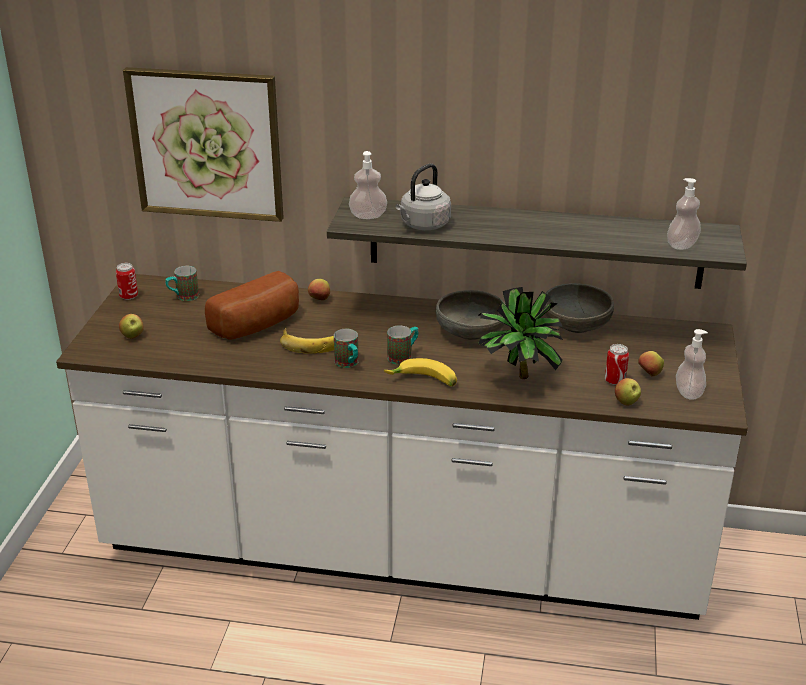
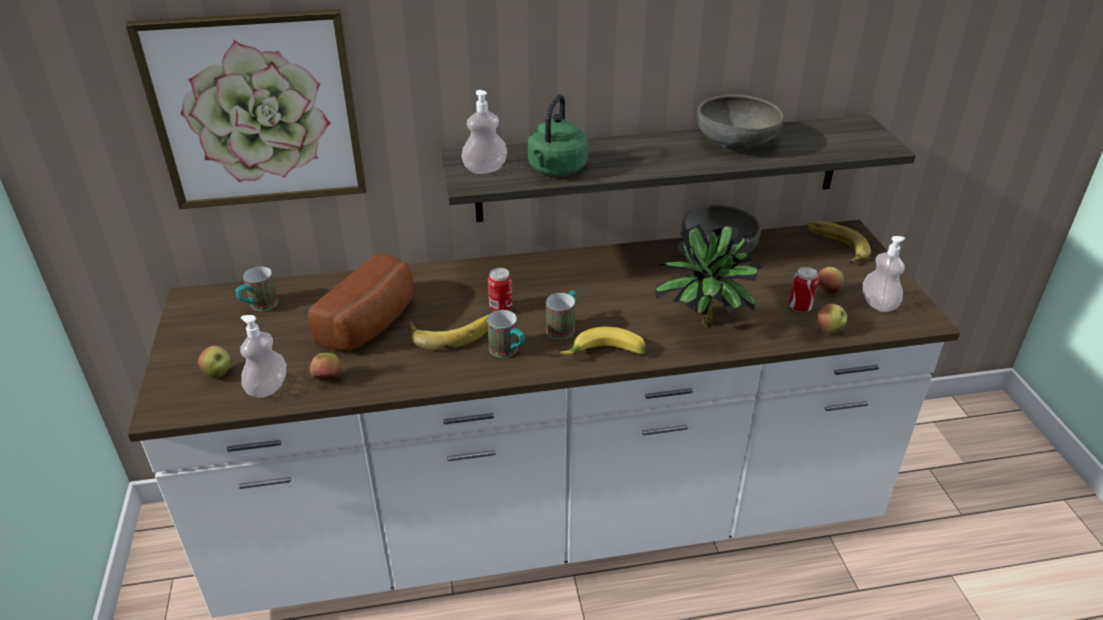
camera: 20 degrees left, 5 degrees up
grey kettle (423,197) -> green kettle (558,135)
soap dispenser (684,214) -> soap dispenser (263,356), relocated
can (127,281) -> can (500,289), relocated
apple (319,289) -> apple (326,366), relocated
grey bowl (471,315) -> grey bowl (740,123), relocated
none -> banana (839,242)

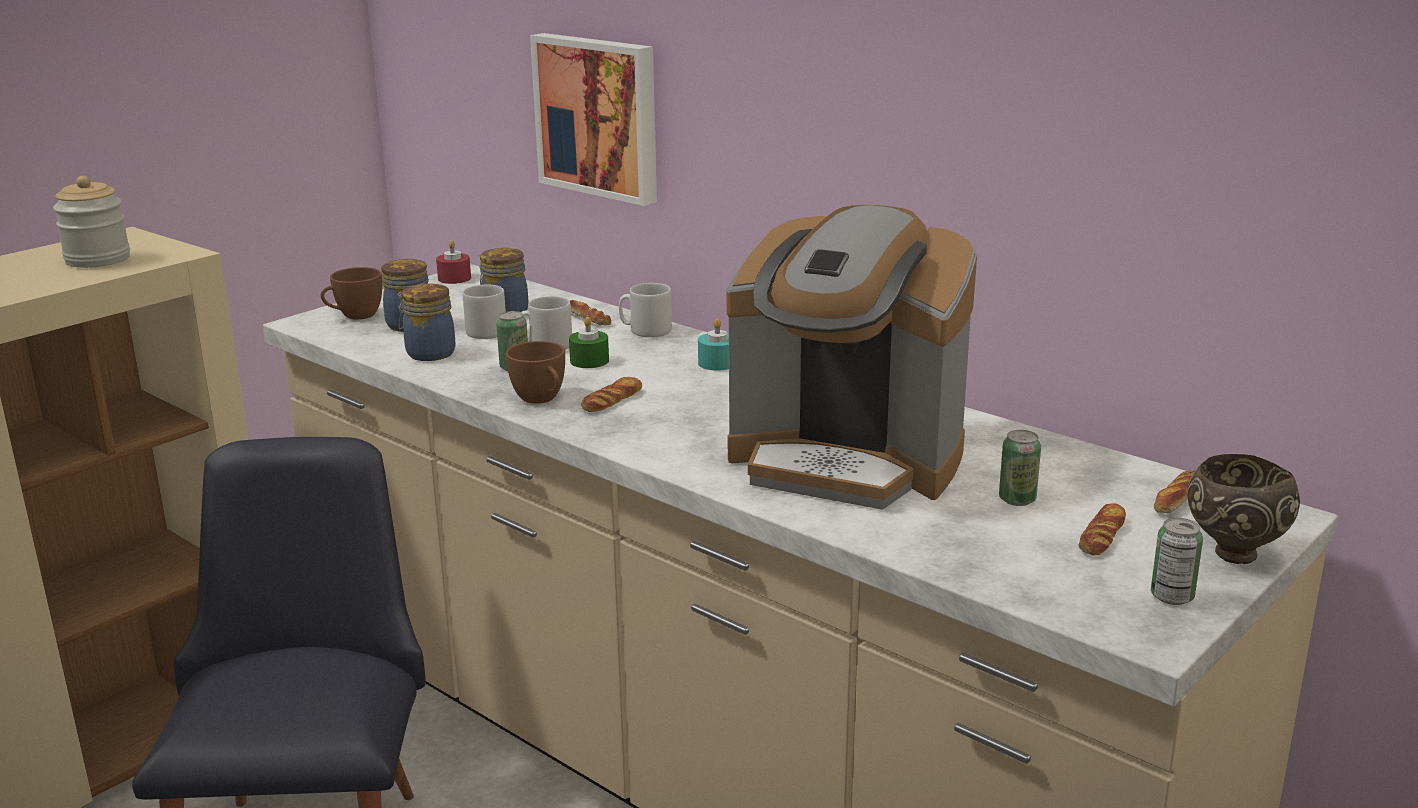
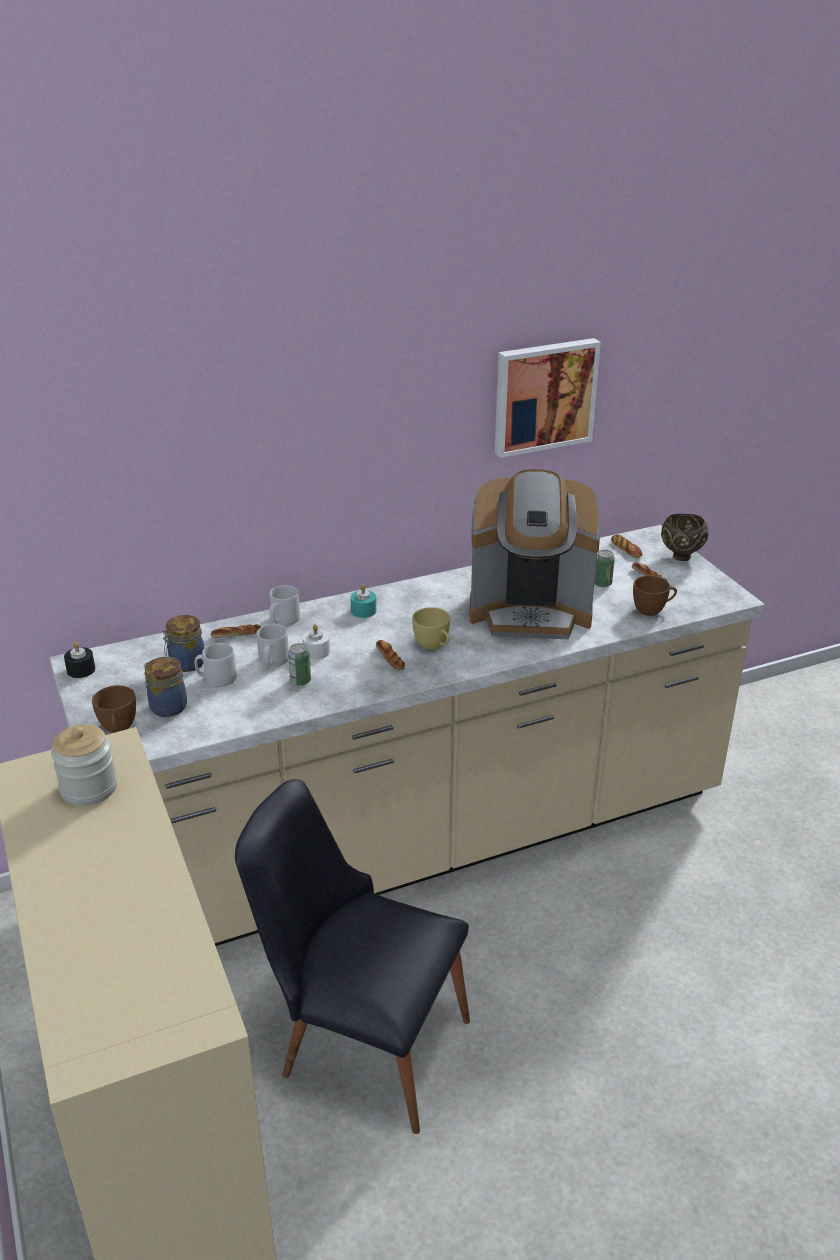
camera: 65 degrees left, 10 degrees up
picture (593,119) -> picture (548,398), relocated
coffee machine (851,357) -> coffee machine (535,554), 45 degrees clockwise
red candle (453,262) -> black candle (79,660)
jar (426,322) -> none
green candle (589,342) -> white candle (316,641)
brown cup (535,372) -> brown cup (655,596), relocated
can (1177,561) -> none
none -> yellow cup (431,628)

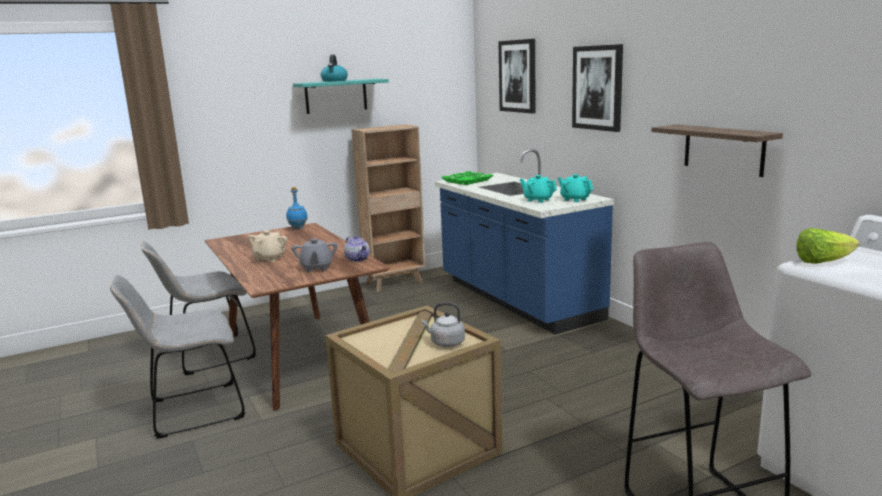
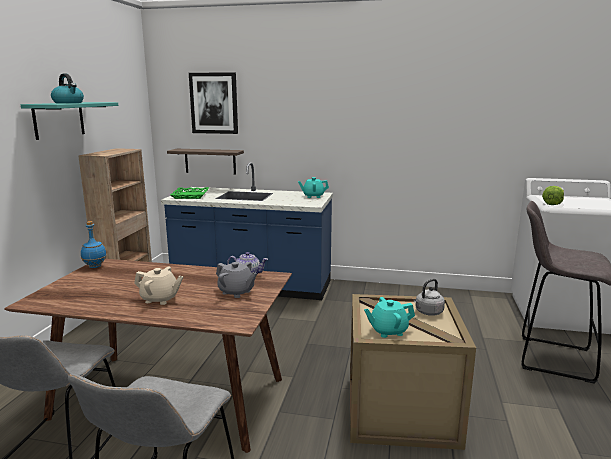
camera: 50 degrees left, 0 degrees up
picture (597,88) -> none
shelf (717,150) -> shelf (205,162), relocated
turquoise teapot (538,189) -> turquoise teapot (389,317), relocated
beige teapot (267,246) -> beige teapot (159,286), 135 degrees clockwise

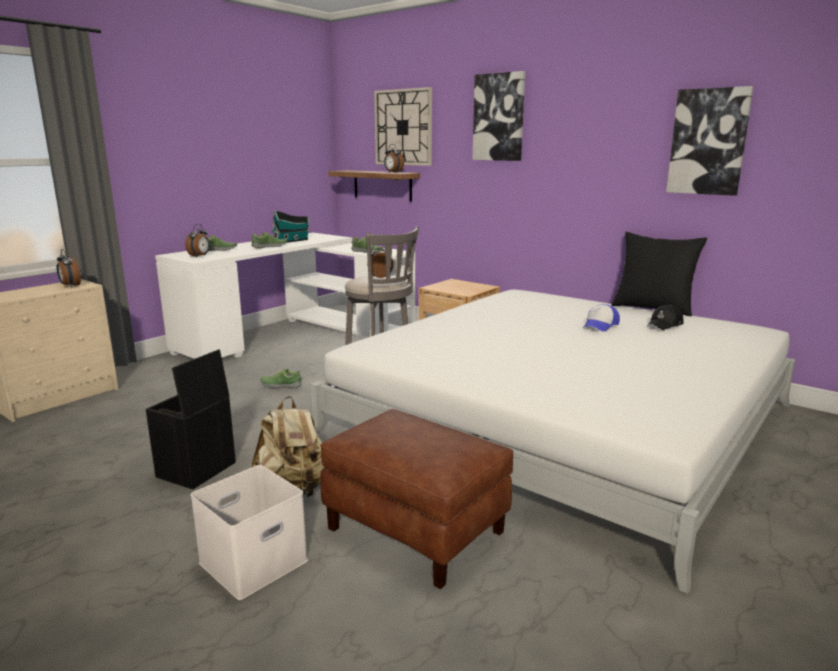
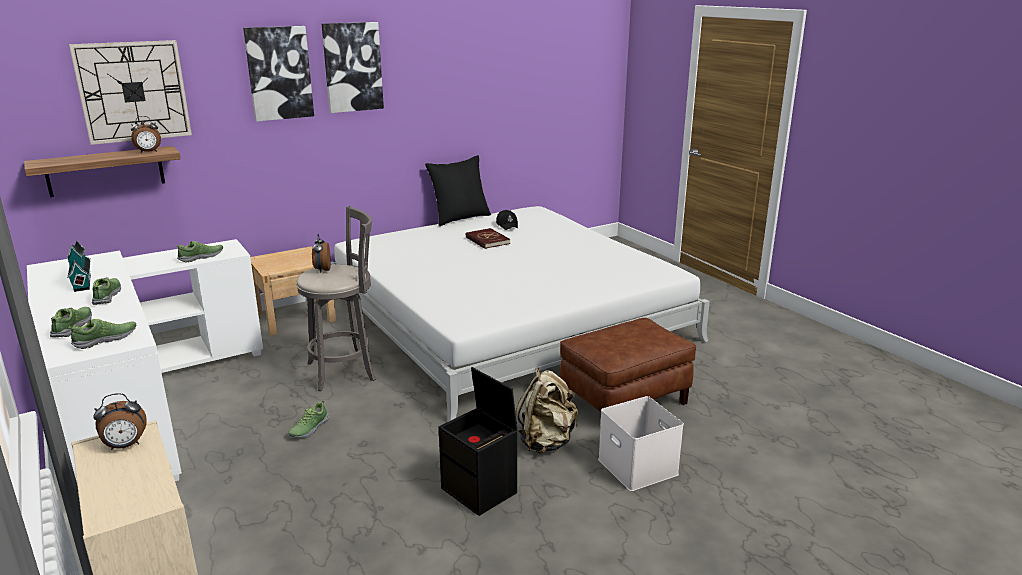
camera: 70 degrees left, 5 degrees up
picture (710,141) -> picture (353,67), relocated
alarm clock (197,241) -> shoe (102,334)
cap (601,318) -> red book (488,238)

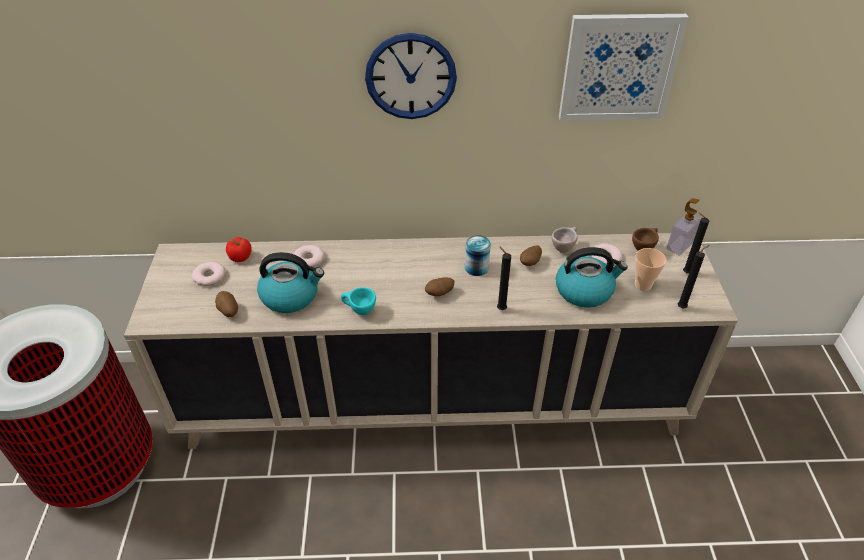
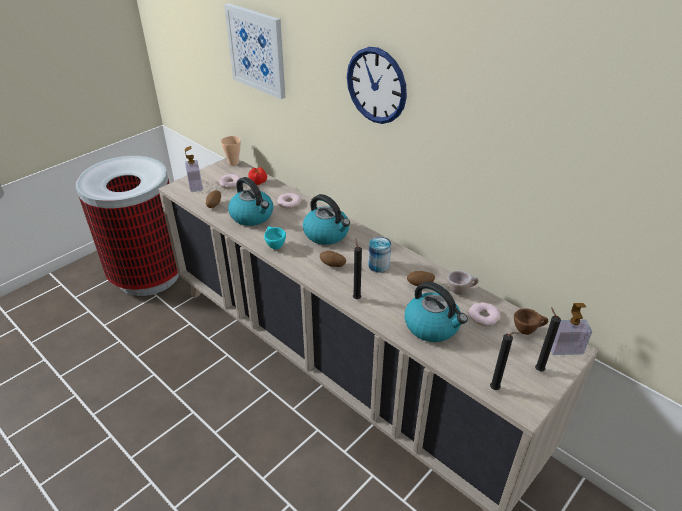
camera: 45 degrees right, 5 degrees down
picture (624,67) -> picture (255,51), relocated
cup (650,269) -> cup (231,151), relocated
none -> soap dispenser (194,169)
none -> kettle (326,219)

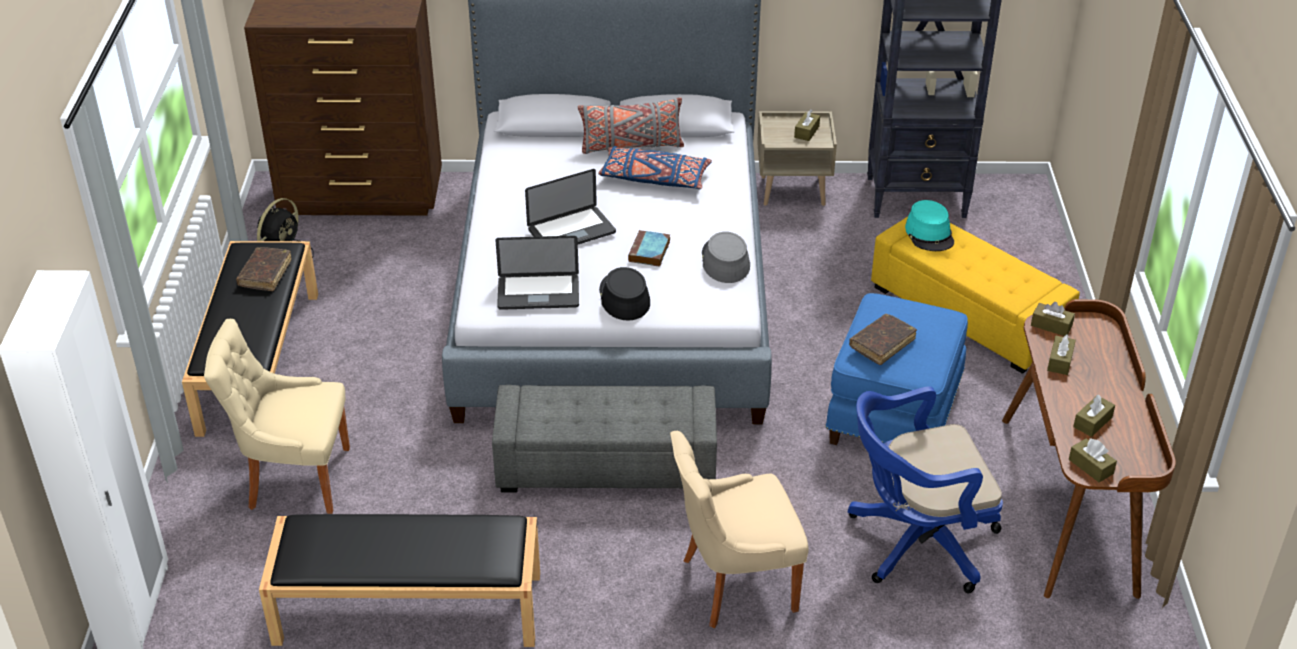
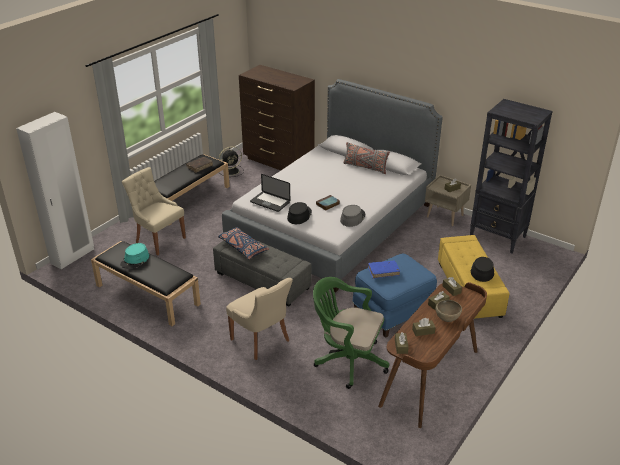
camera: 35 degrees right, 5 degrees down
blue pillow (655,167) -> blue pillow (243,243), relocated
laptop (570,206) -> none
turquoise hat (929,225) -> turquoise hat (134,256), relocated
brown book (883,339) -> blue book (384,269)
blue office chair (925,489) -> green office chair (351,333)
beige chair (739,529) -> beige chair (259,319), 150 degrees counterclockwise
none -> black hat (482,269)
none -> brown bowl (449,311)

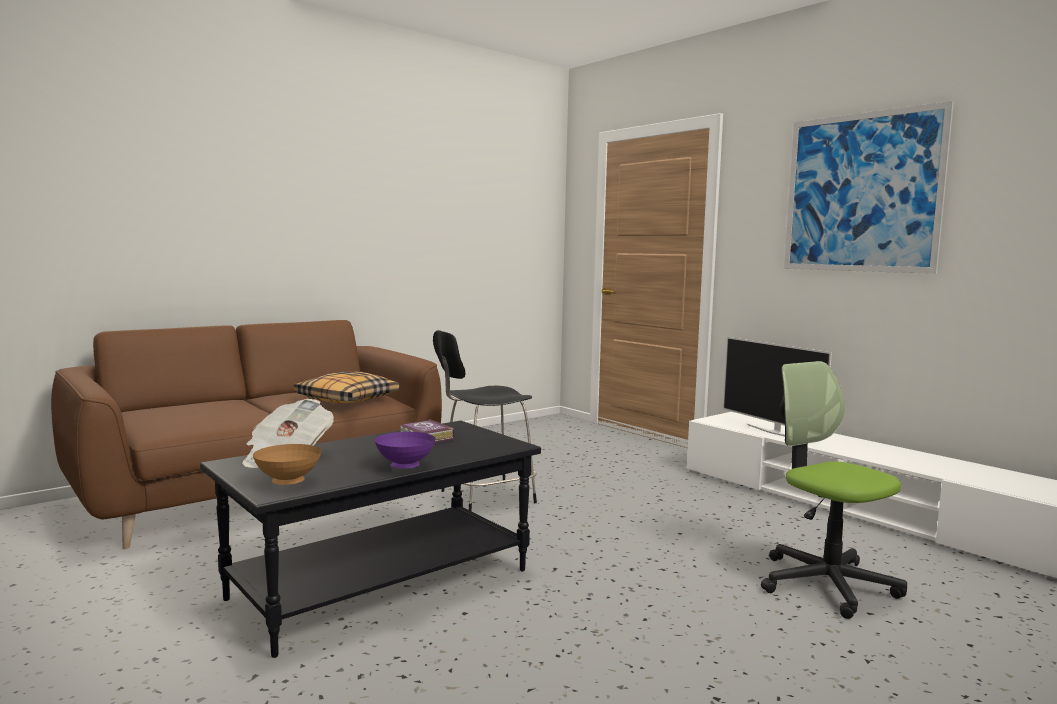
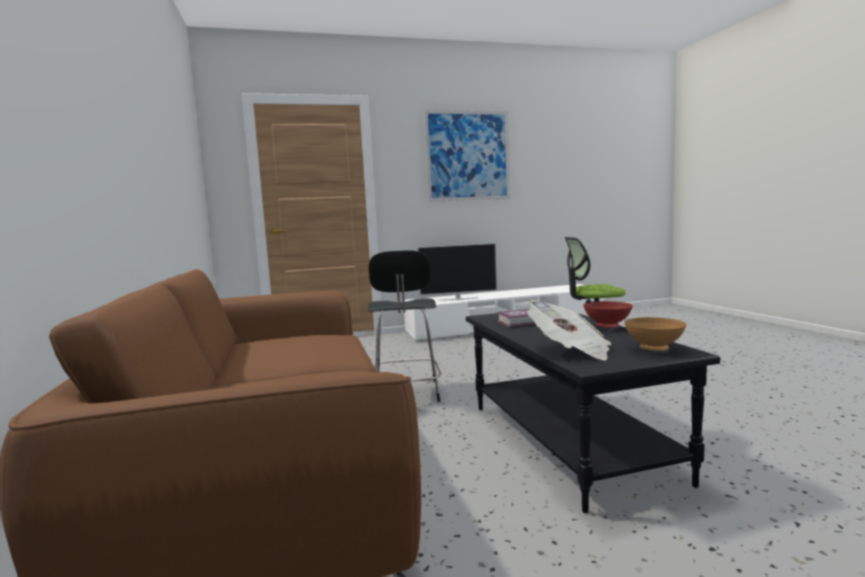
camera: 65 degrees left, 0 degrees up
pillow (346,388) -> none
purple bowl (404,450) -> red bowl (608,314)

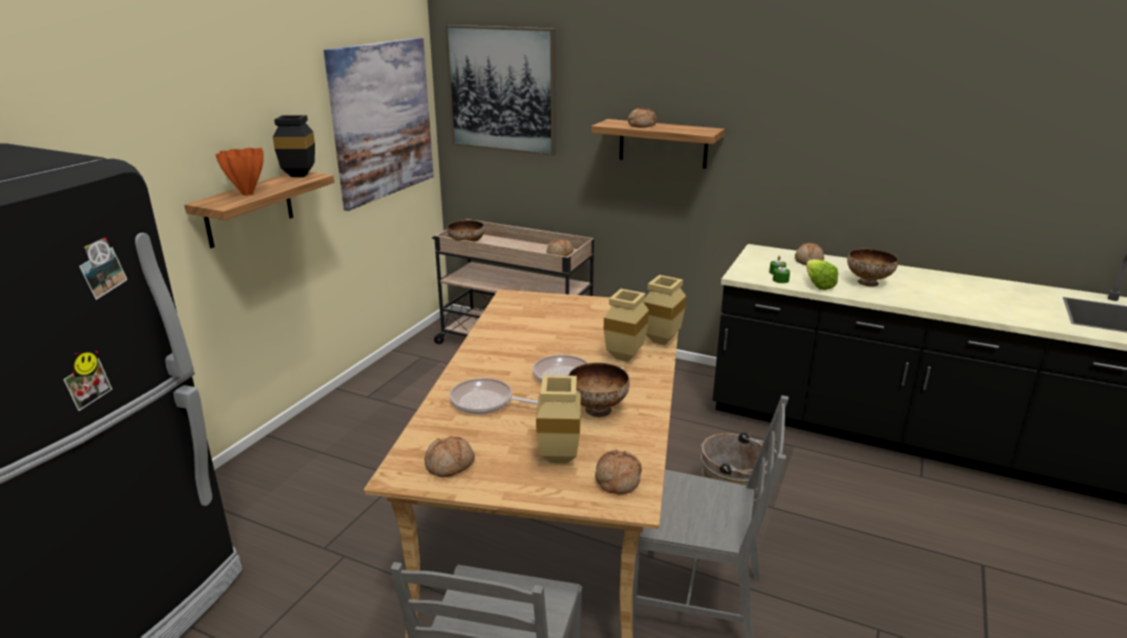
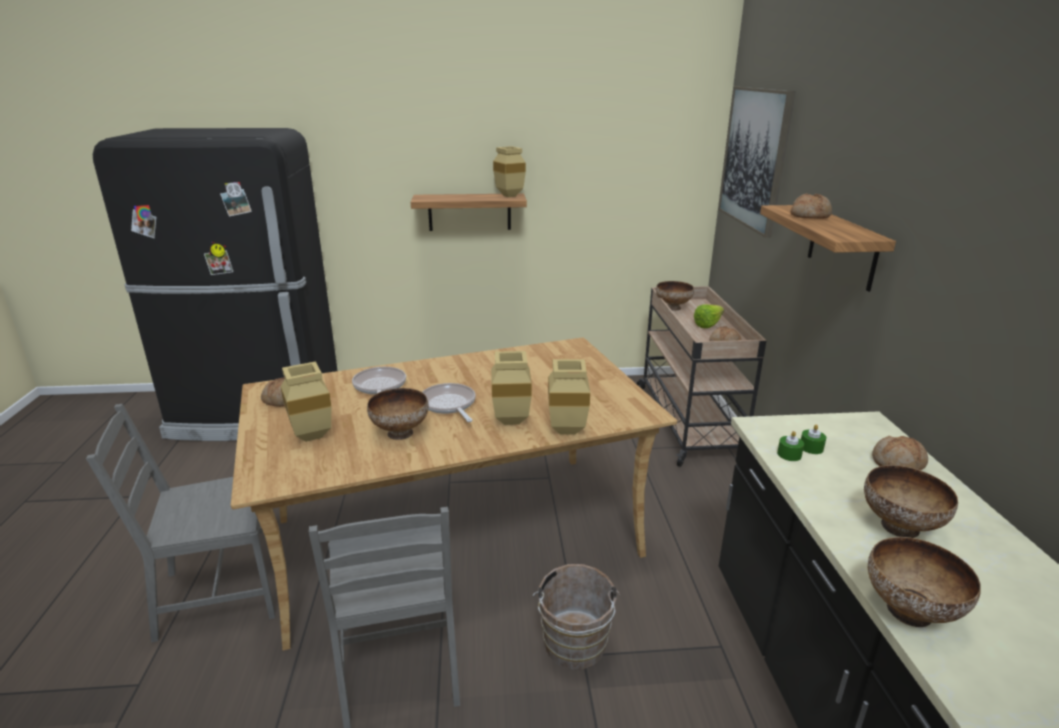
camera: 60 degrees right, 0 degrees up
picture (379,124) -> none
black vase (294,146) -> beige vase (509,171)
orange vase (239,172) -> none
lettuce (822,274) -> lettuce (709,316), relocated
bread (618,472) -> none
none -> bowl (924,582)

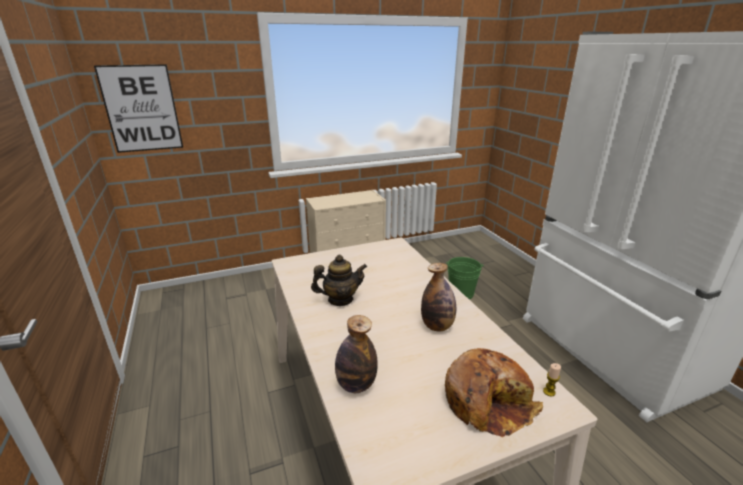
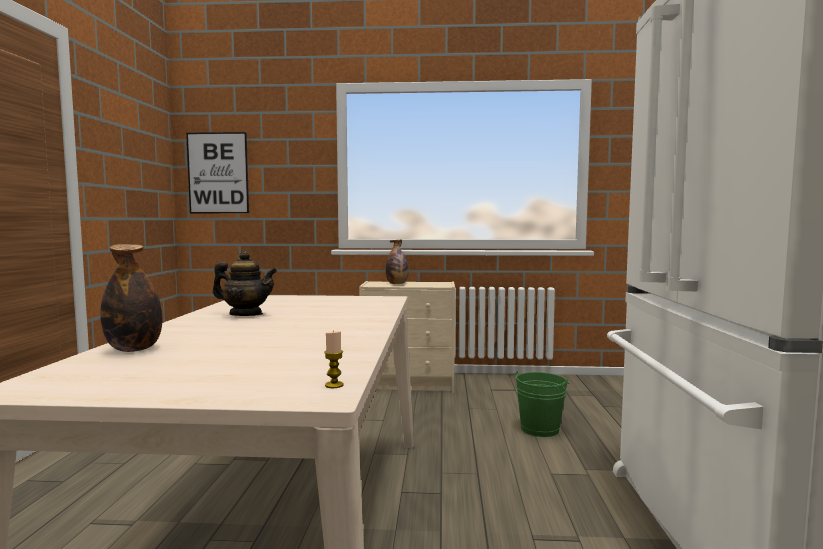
camera: 25 degrees right, 20 degrees down
bottle (438,297) -> bottle (397,262), relocated
bread (494,392) -> none

